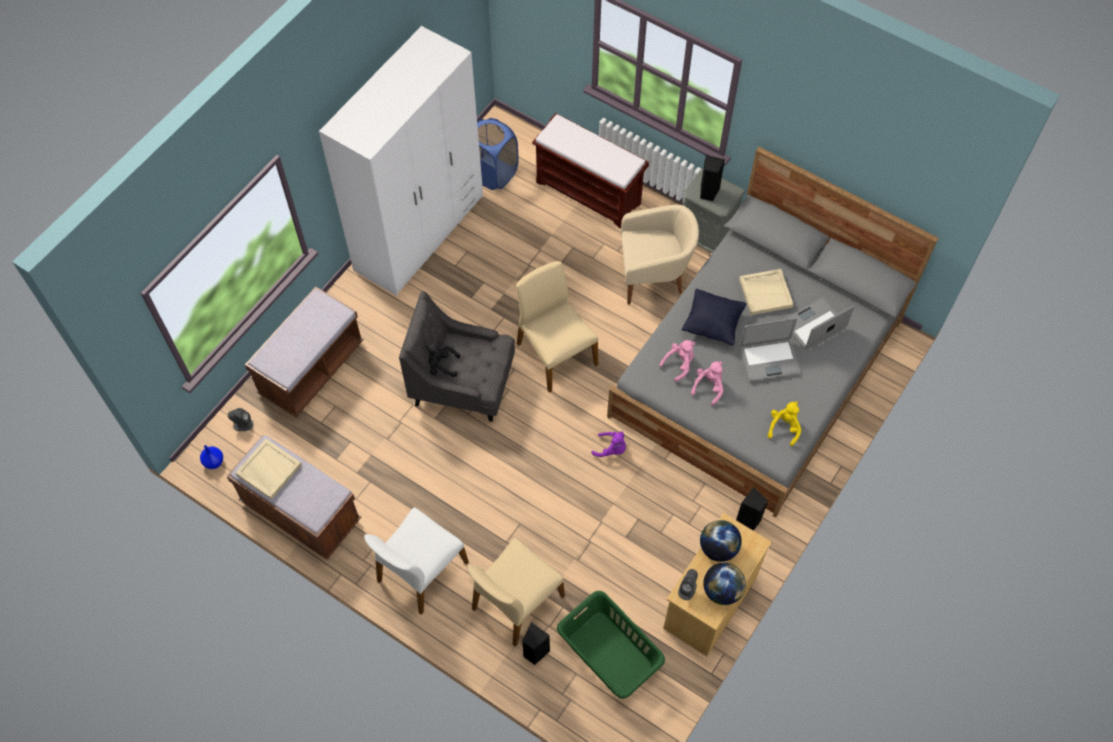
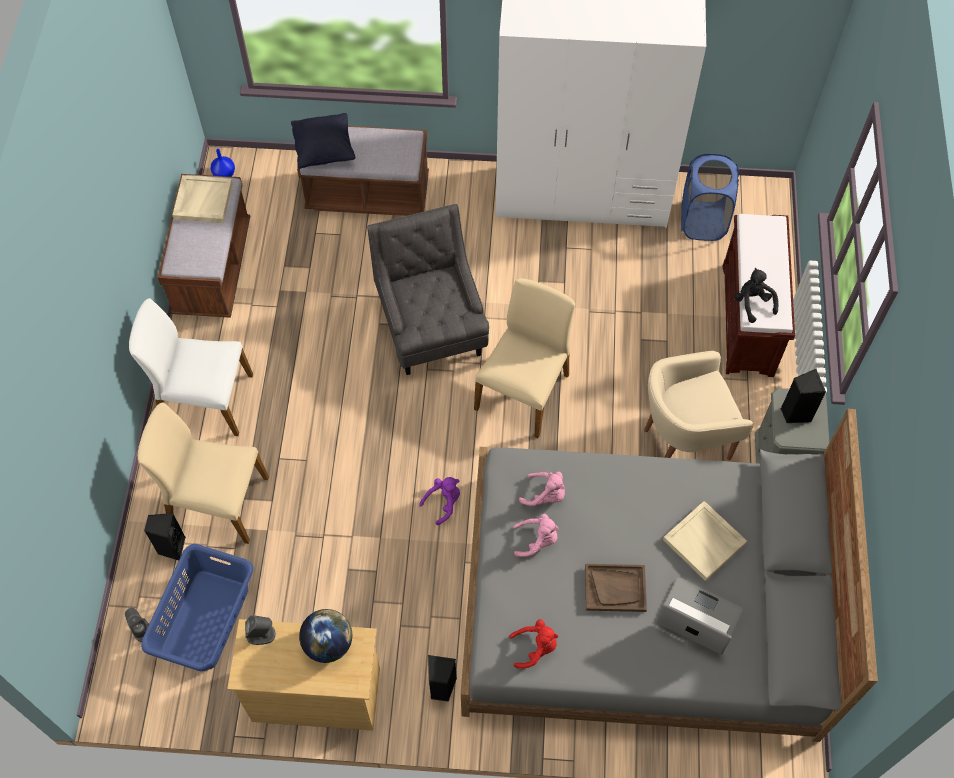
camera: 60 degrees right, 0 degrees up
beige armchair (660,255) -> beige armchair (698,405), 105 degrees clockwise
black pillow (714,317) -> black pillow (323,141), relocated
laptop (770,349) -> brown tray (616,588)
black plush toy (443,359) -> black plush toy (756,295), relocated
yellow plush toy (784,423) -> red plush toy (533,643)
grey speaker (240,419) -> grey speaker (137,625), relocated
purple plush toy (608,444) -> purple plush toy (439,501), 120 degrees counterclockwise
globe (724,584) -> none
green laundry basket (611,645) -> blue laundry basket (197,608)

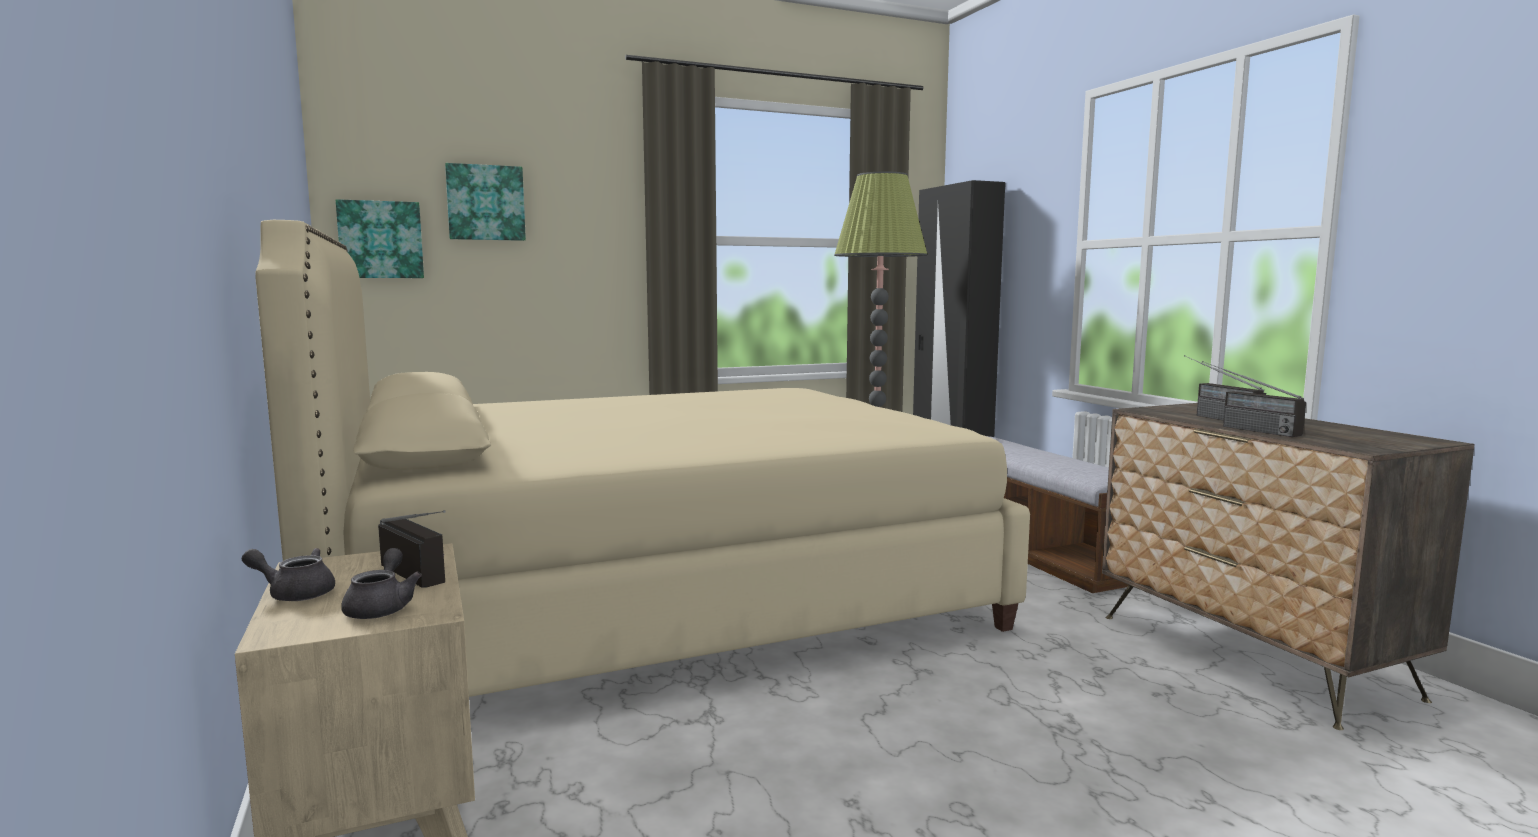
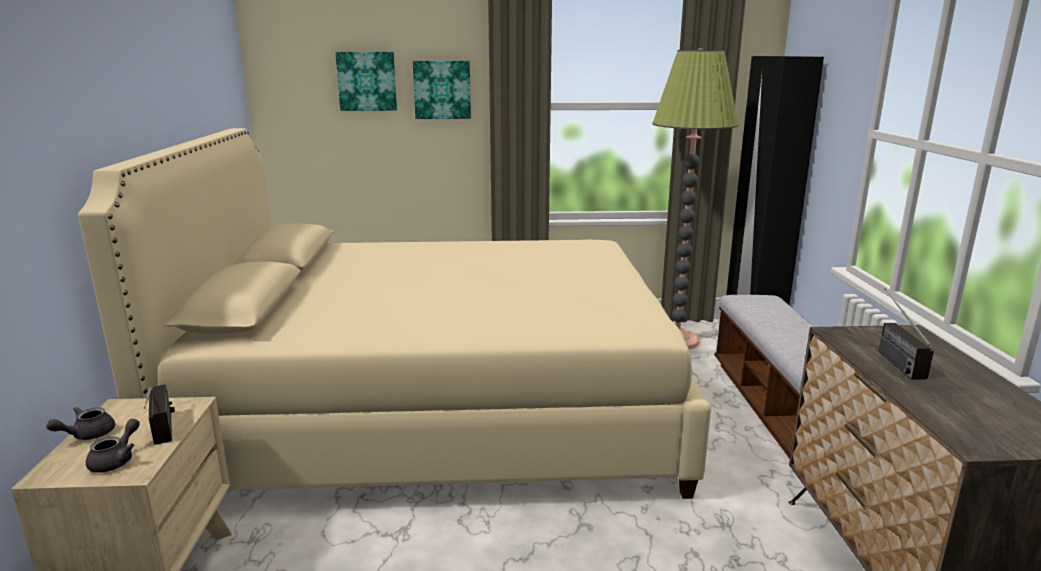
camera: 20 degrees right, 10 degrees up
picture (380,238) -> picture (442,90), relocated
radio (1254,399) -> none
grey teapot (288,574) -> grey teapot (80,423), 75 degrees counterclockwise

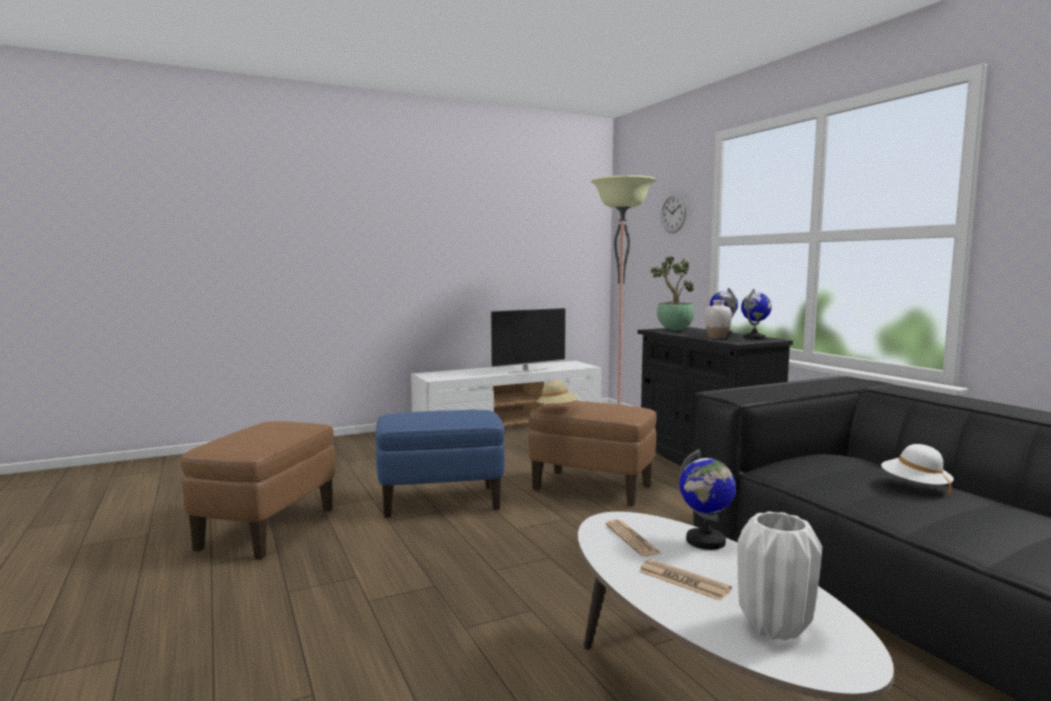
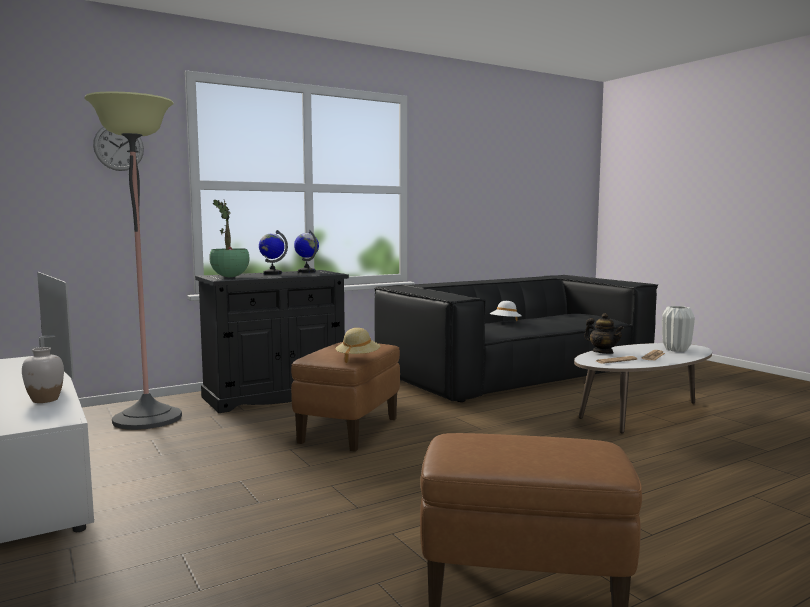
camera: 95 degrees left, 0 degrees up
white vase (718,319) -> white vase (43,375), relocated
blue ottoman (440,464) -> none
globe (707,499) -> teapot (604,333)

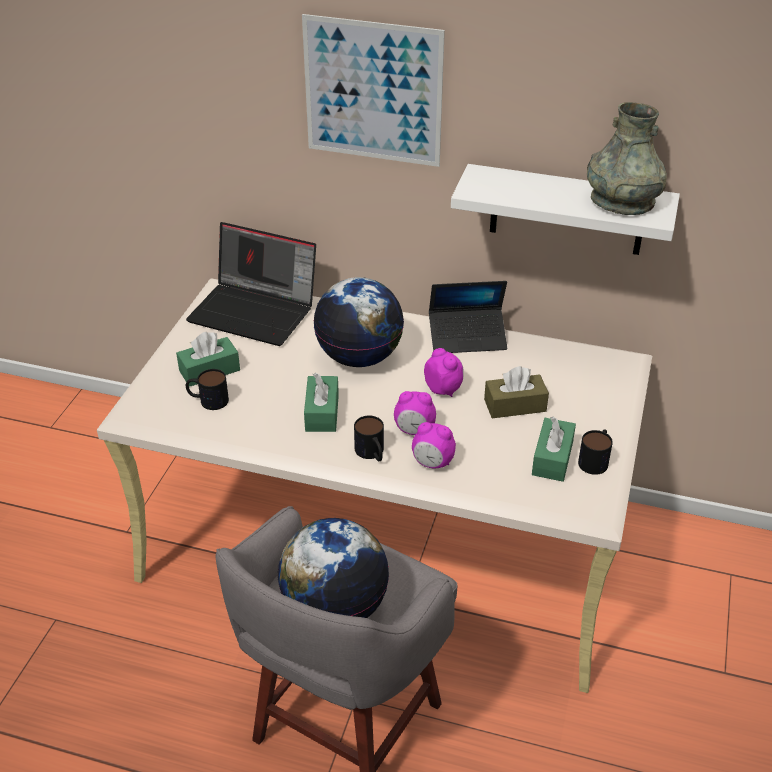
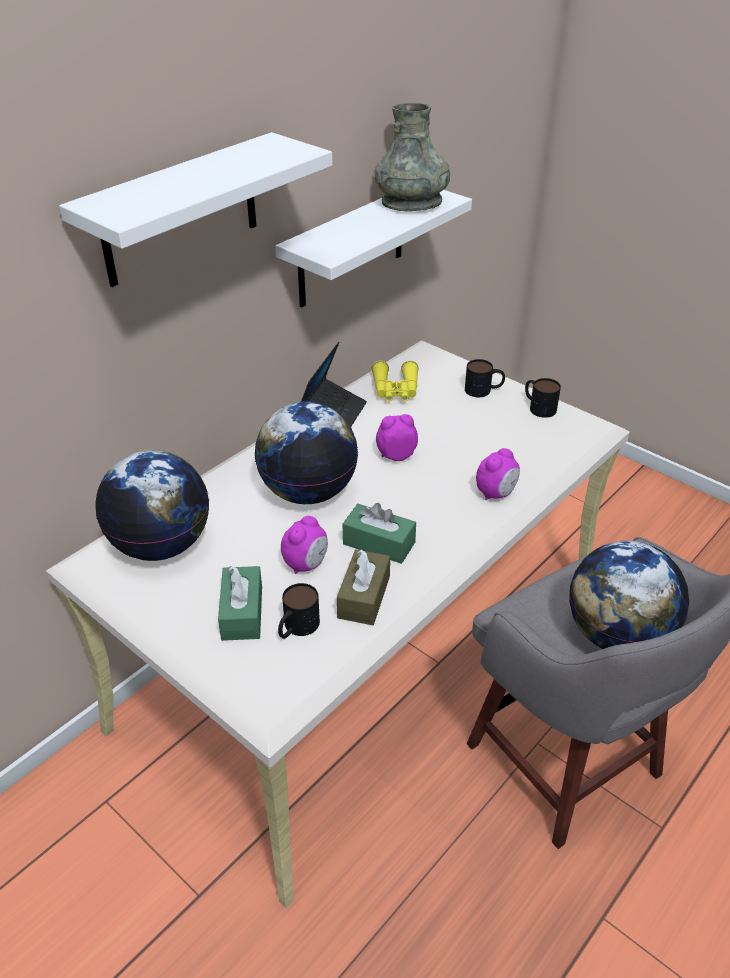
camera: 65 degrees left, 0 degrees up
picture (373,90) -> white shelf (196,209)
laptop (251,284) -> globe (152,505)
brown tissue box (516,392) -> brown tissue box (363,587), relocated
alarm clock (415,413) -> alarm clock (304,545), relocated
mug (369,438) -> mug (485,378), relocated
green tissue box (554,449) -> none
none -> yellow binoculars (395,381)

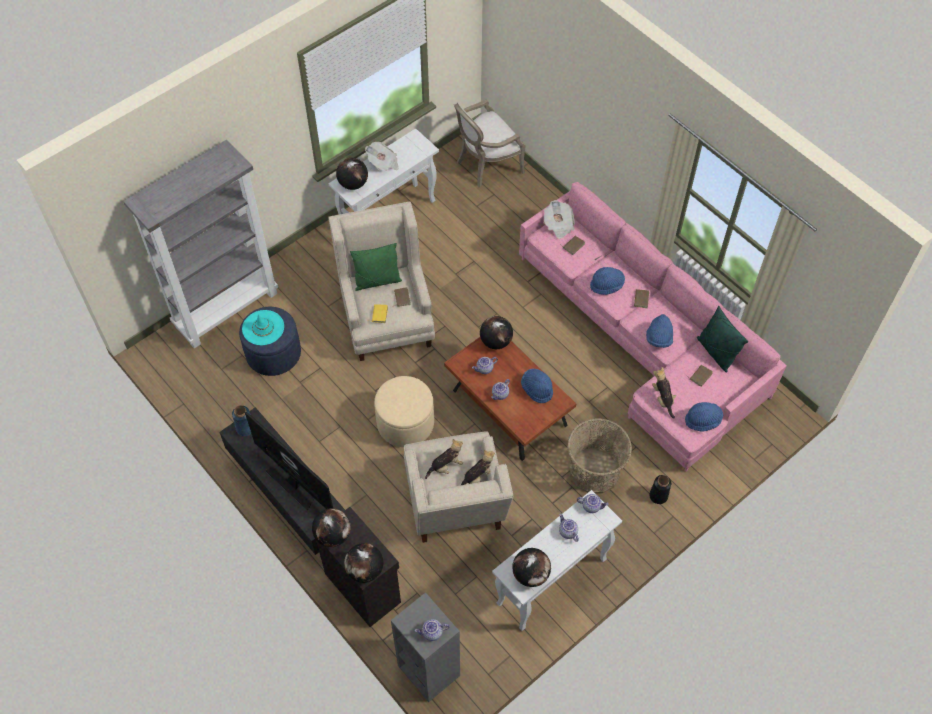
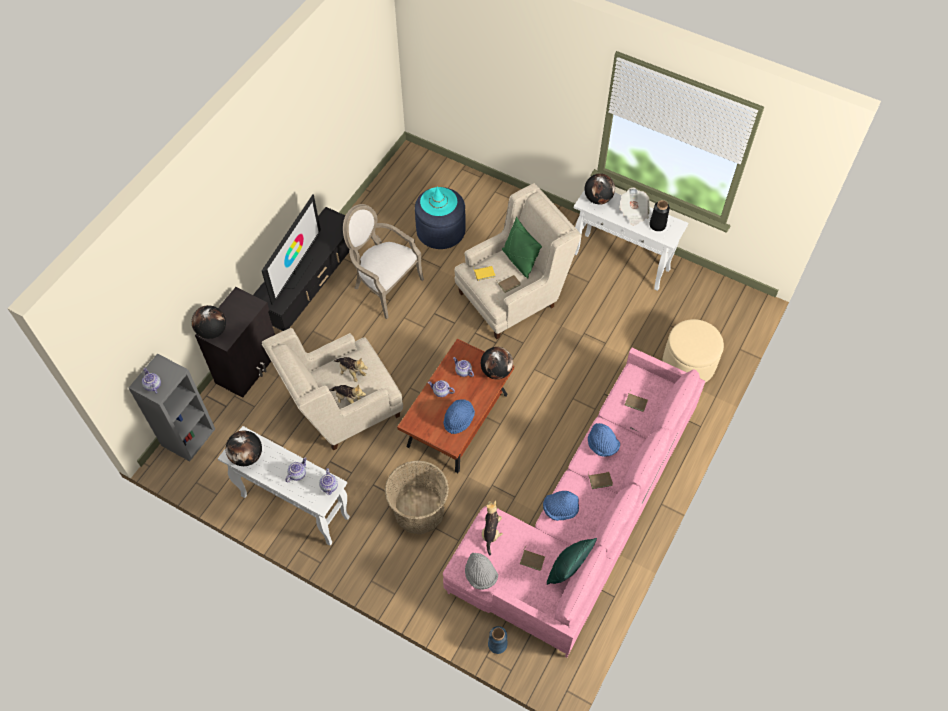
camera: 70 degrees right, 0 degrees up
armchair (490,143) -> armchair (383,261), relocated
grey bookcase (200,244) -> none
newspaper (559,219) -> none
plush toy (664,393) -> plush toy (492,527), 45 degrees counterclockwise
beige ottoman (404,411) -> beige ottoman (693,351), relocated
blue hat (704,416) -> grey hat (481,571)
blue vase (241,420) -> blue vase (497,640), relocated
black vase (660,489) -> black vase (659,215), relocated
globe (331,527) -> none

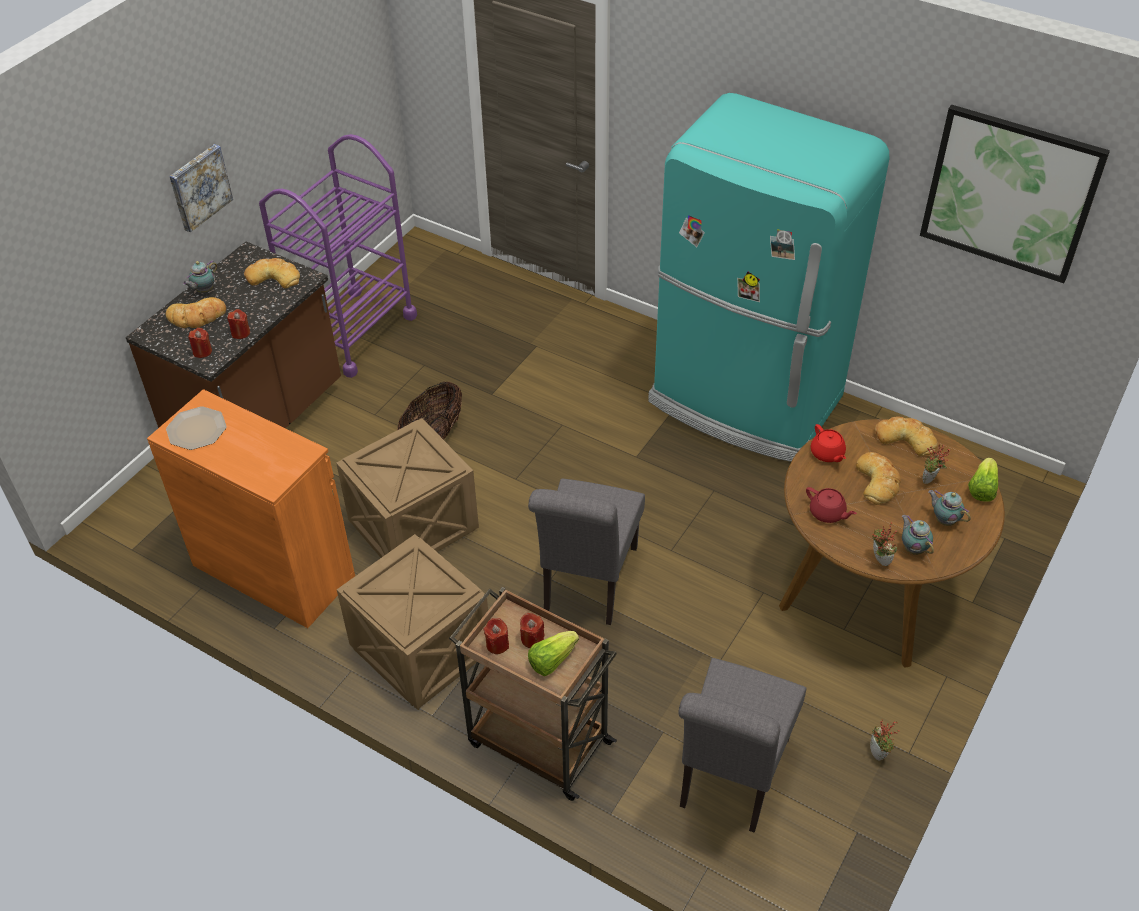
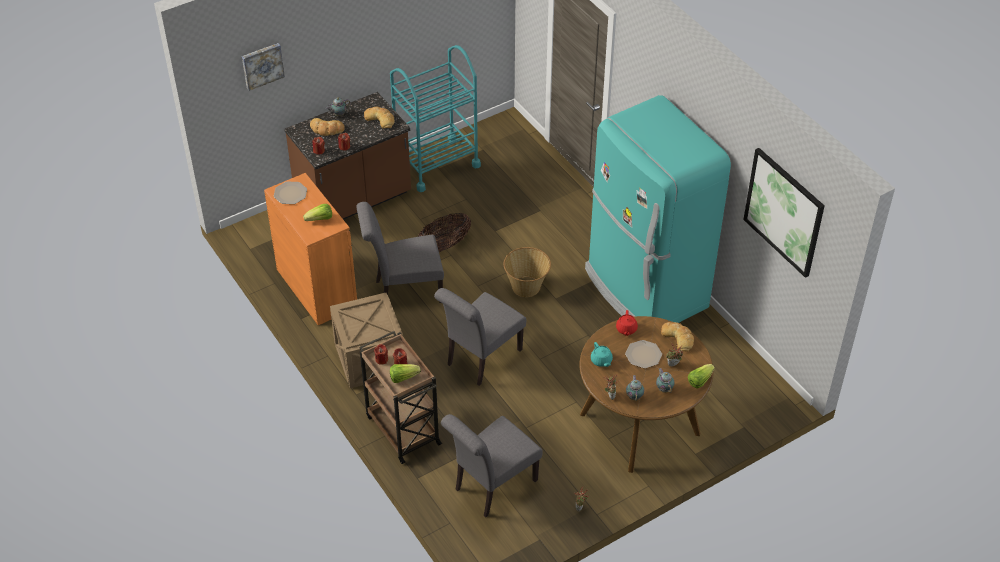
camera: 25 degrees right, 0 degrees up
purple cart (338,256) -> turquoise cart (435,118)
picture (201,188) -> picture (263,67), relocated
crate (407,488) -> grey chair (400,252)
bread (878,478) -> plate (643,354)
red teapot (831,505) -> turquoise teapot (602,354)
none -> lettuce (317,212)
none -> basket (527,272)

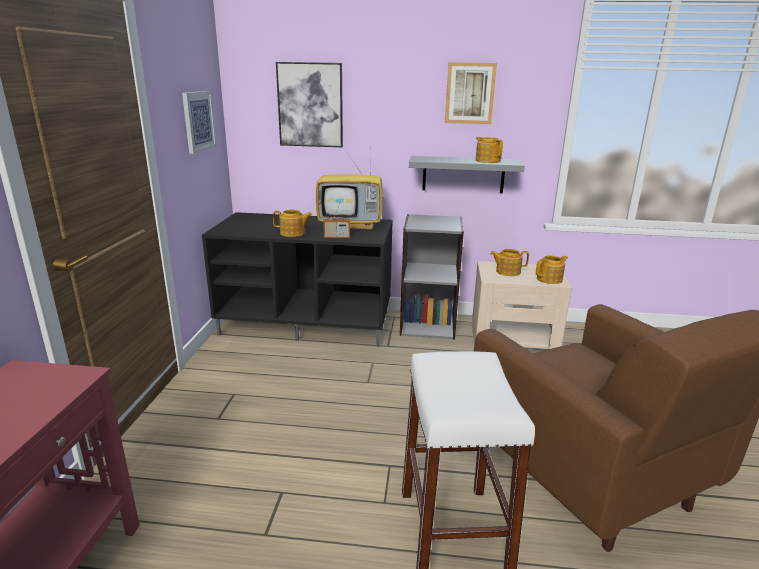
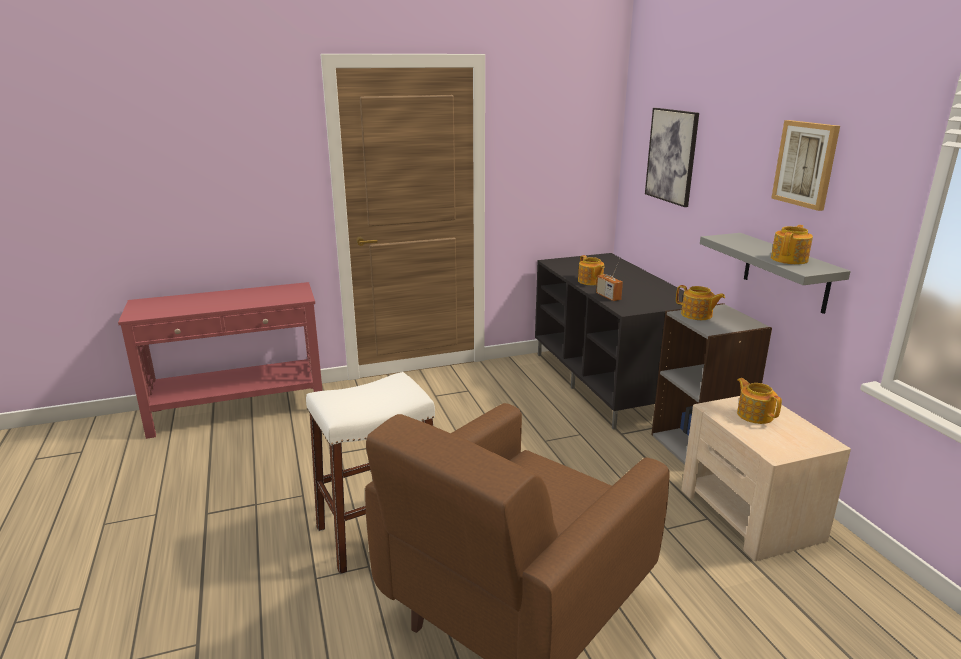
camera: 65 degrees right, 0 degrees up
picture (199,122) -> none
television (349,188) -> none
teapot (552,269) -> teapot (700,302), relocated

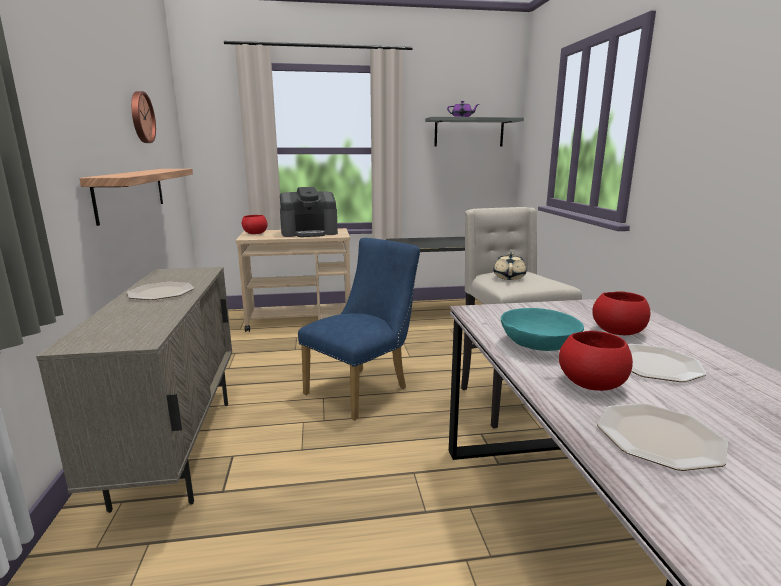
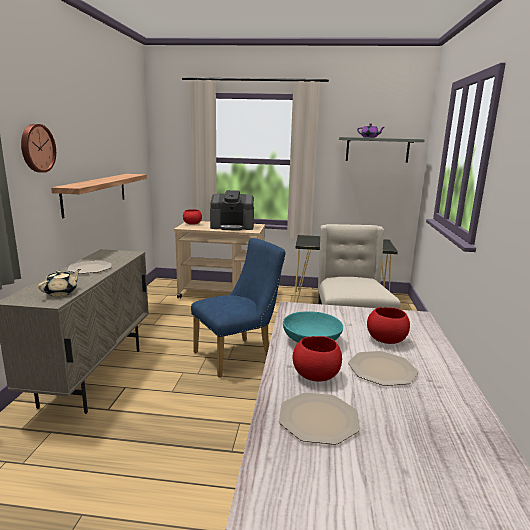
camera: 15 degrees right, 0 degrees up
wall clock (143,117) -> wall clock (38,148), relocated
beige teapot (509,266) -> beige teapot (59,283), relocated

